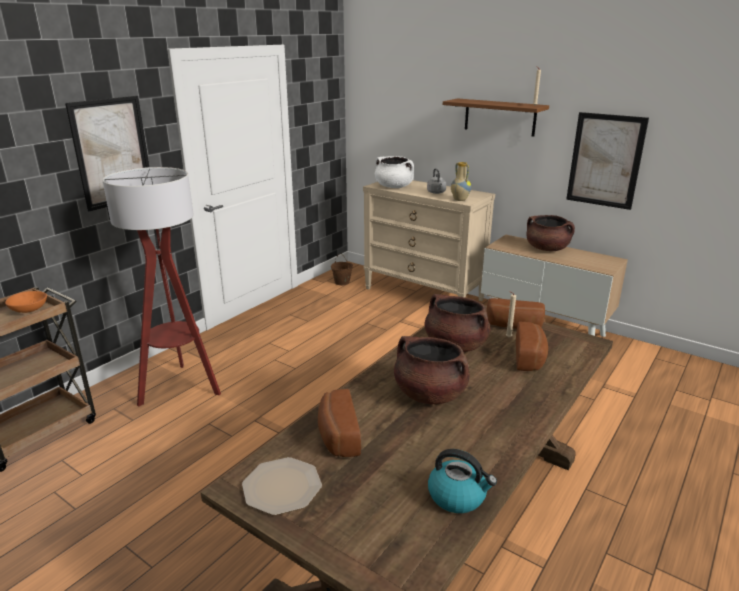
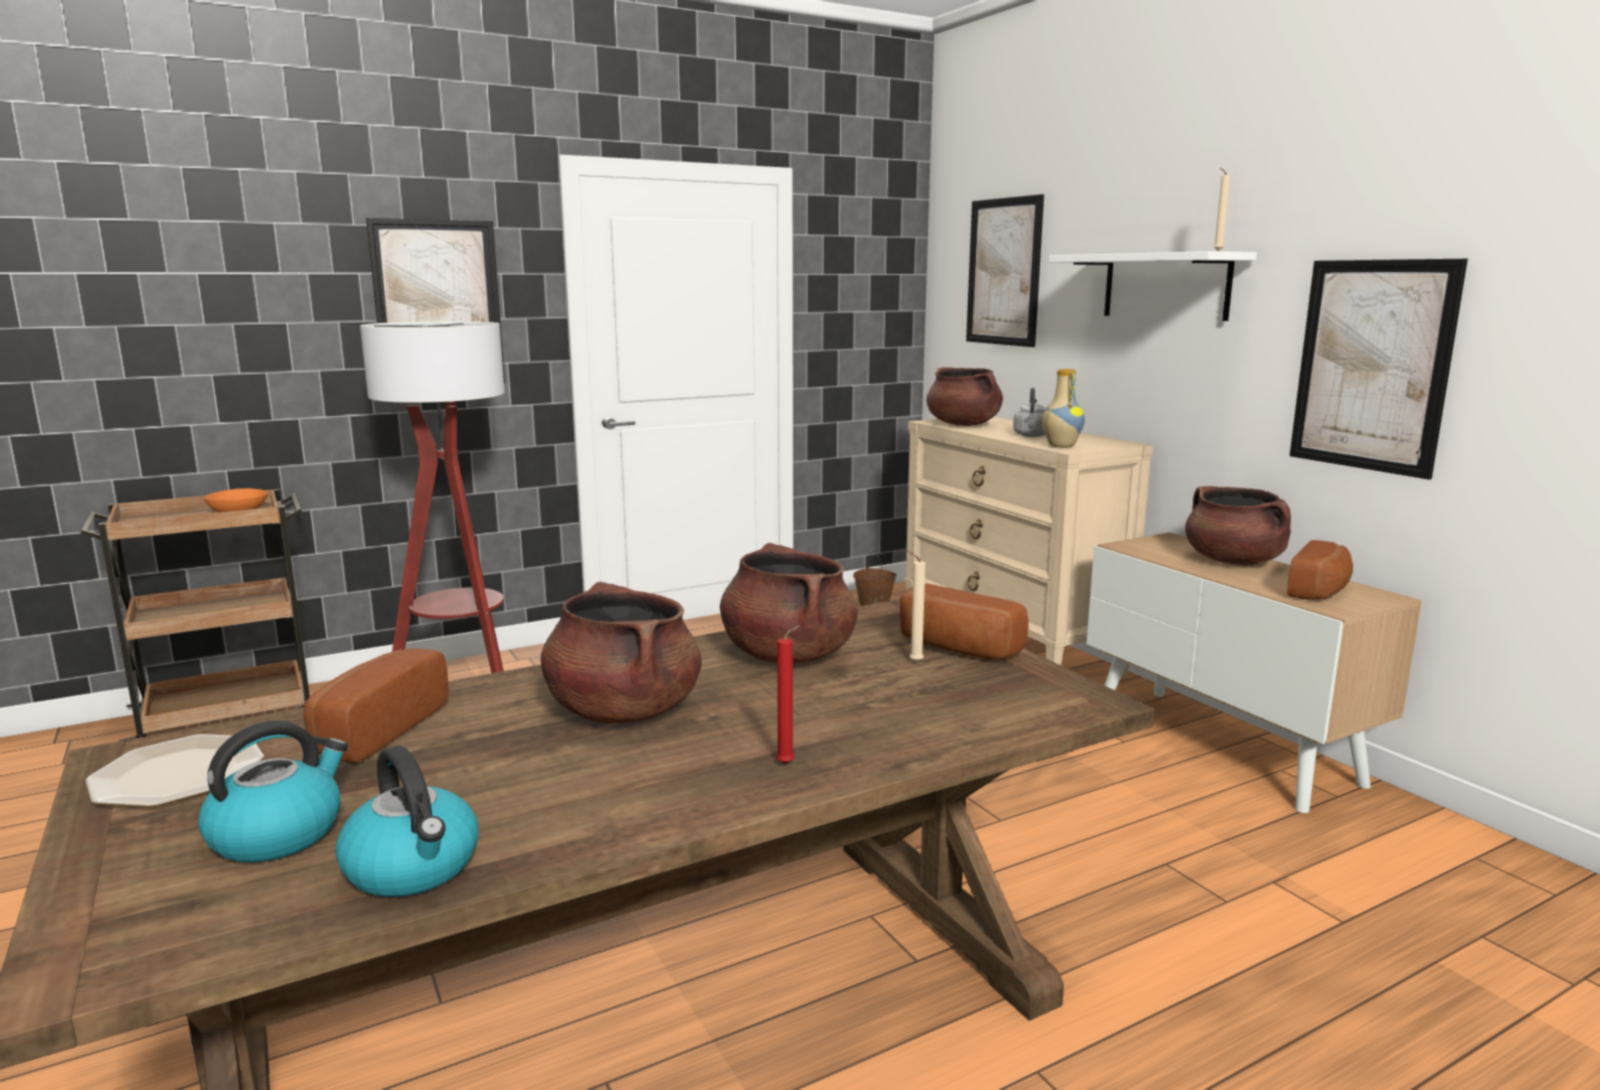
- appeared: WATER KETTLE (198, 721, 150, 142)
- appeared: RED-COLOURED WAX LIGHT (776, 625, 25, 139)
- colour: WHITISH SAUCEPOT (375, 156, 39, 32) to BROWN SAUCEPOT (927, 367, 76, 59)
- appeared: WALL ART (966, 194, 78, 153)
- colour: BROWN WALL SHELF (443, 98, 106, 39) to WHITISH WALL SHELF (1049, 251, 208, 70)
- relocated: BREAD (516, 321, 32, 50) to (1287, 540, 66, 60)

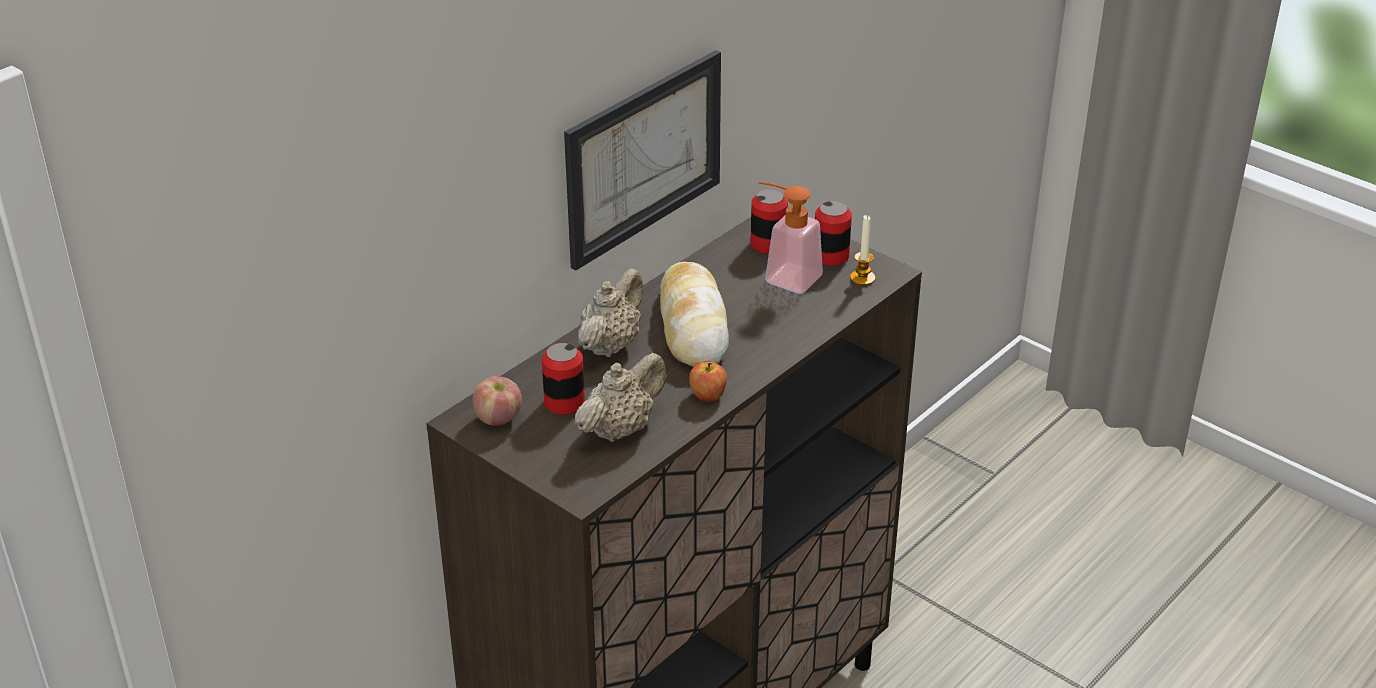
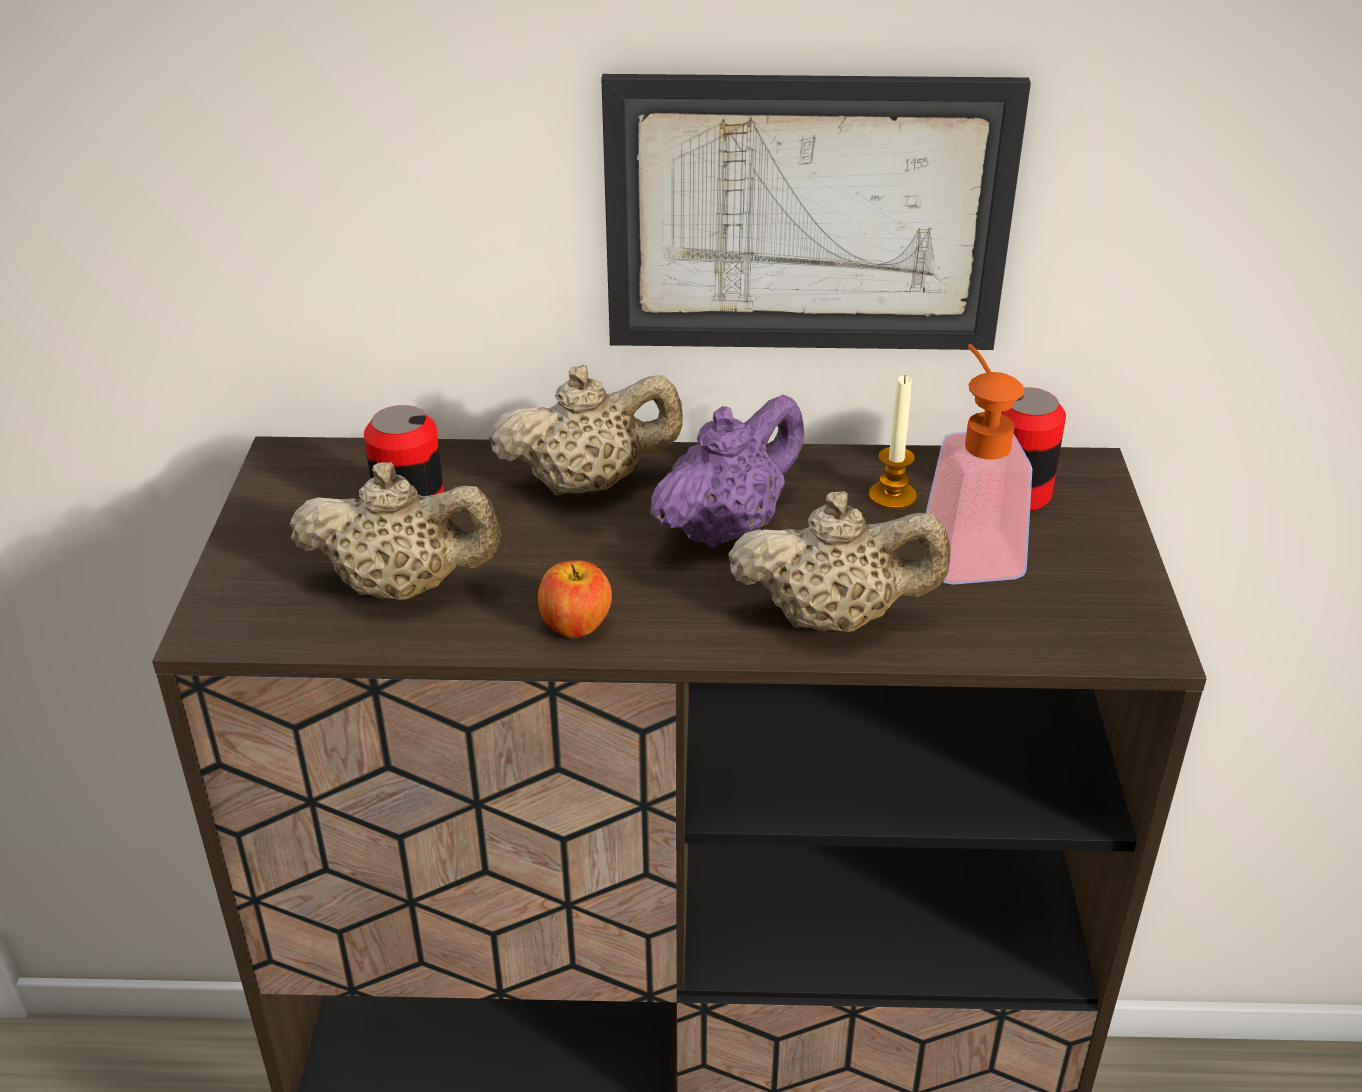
- exchanged: BREAD (660, 262, 69, 105) to PURPLE-COLOURED TEA POT (650, 394, 154, 154)
- appeared: BEIGE-COLOURED TEA POT (728, 491, 223, 141)
- relocated: WAX LIGHT (850, 215, 25, 71) to (869, 375, 48, 135)
- missing: WHOLE APPLE (473, 376, 49, 50)
- missing: METAL CAN (815, 201, 37, 65)

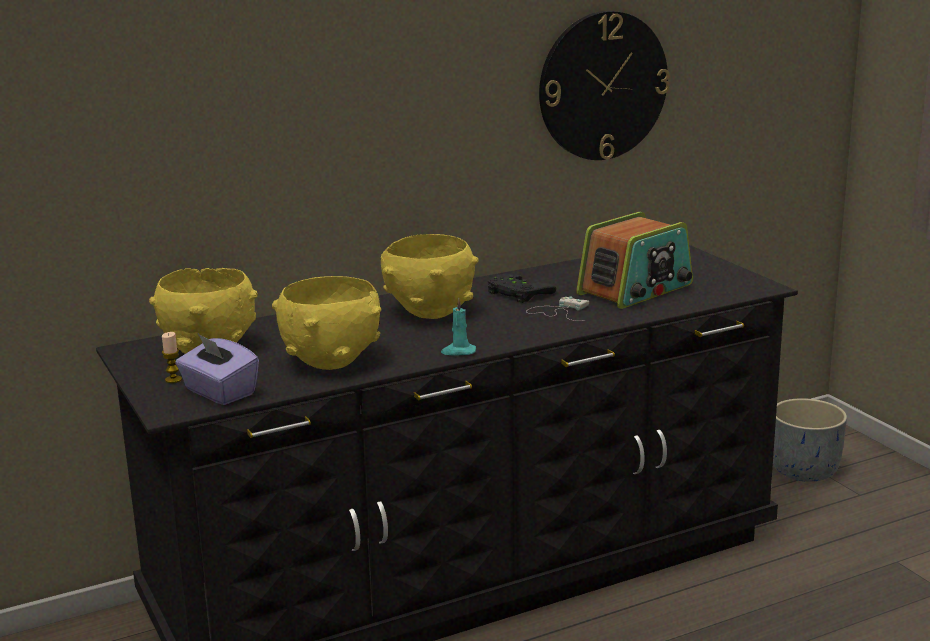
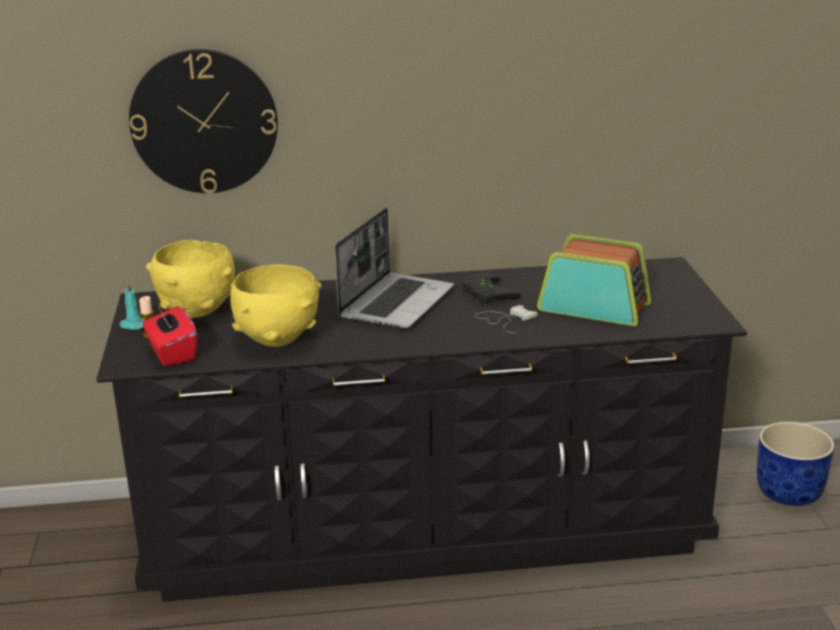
- relocated: TURQUOISE WAX LIGHT (441, 298, 35, 58) to (120, 282, 24, 48)
- relocated: CLOCK ON THE WALL (539, 11, 131, 149) to (129, 49, 149, 145)
- colour: PURPLE-COLOURED TISSUE BOX (175, 334, 84, 71) to RED-COLOURED TISSUE BOX (142, 305, 55, 61)
- exchanged: YELLOWISH DEEP DISH (381, 234, 97, 85) to LAPTOP (335, 208, 119, 121)
- spun: RADIO SET (576, 212, 117, 97) = (537, 234, 115, 92) 135 degrees counterclockwise
- colour: GREYISH PLANTER (773, 398, 74, 84) to BLUISH PLANTER (757, 422, 77, 84)

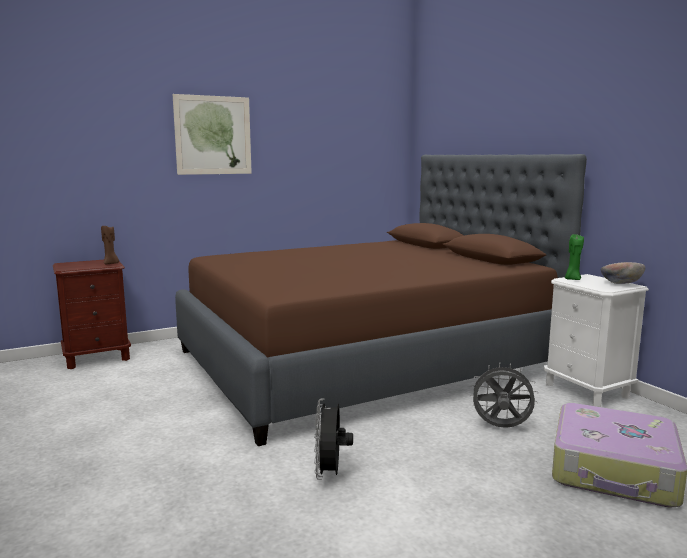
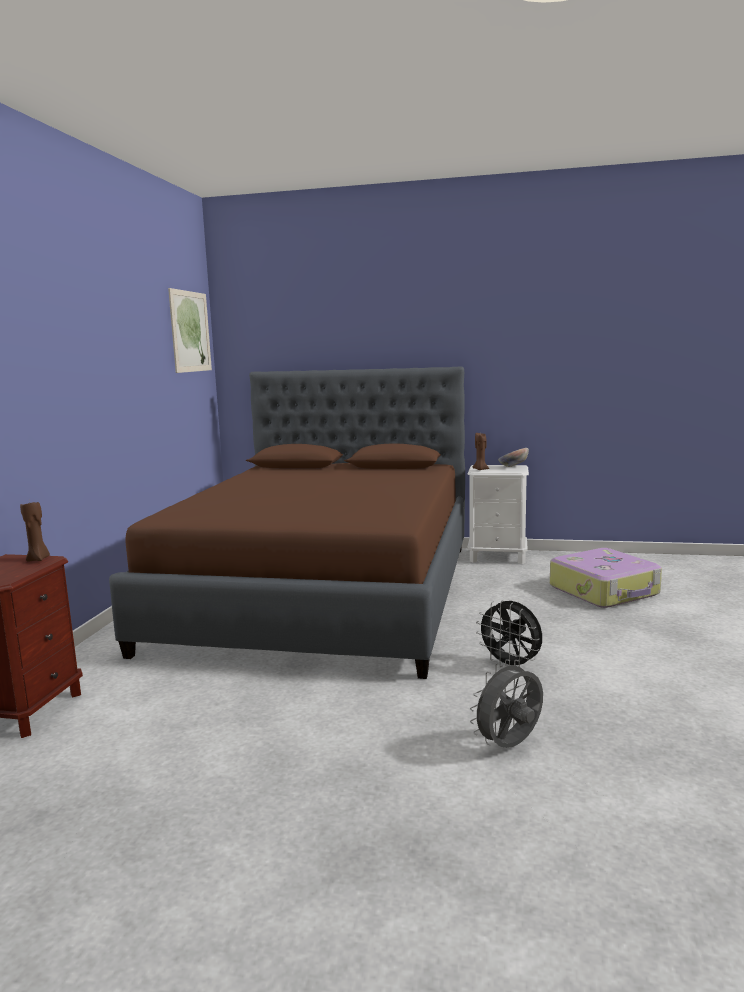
- relocated: WALL ART (173, 94, 79, 81) to (168, 288, 44, 85)
- relocated: GREYISH COOLING FAN (469, 363, 69, 65) to (470, 659, 73, 89)
- colour: GREEN WAX LIGHT (565, 234, 19, 46) to BROWN WAX LIGHT (472, 433, 17, 37)

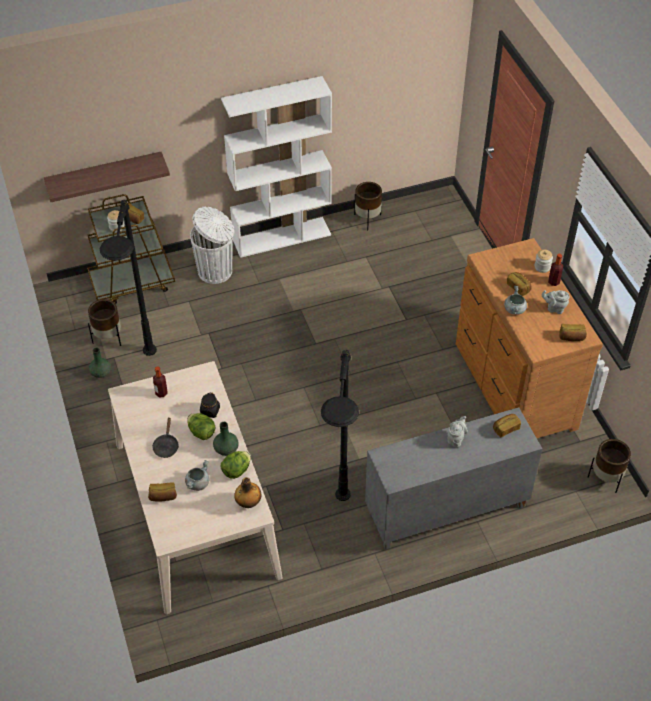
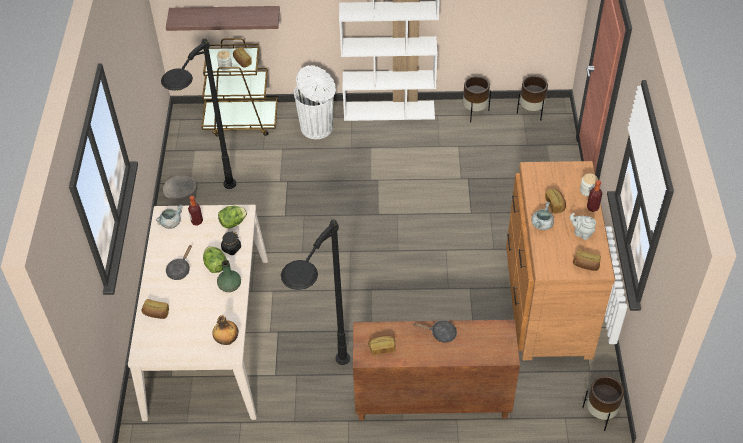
- relocated: GREYISH SAUCEPOT (185, 460, 24, 31) to (156, 204, 27, 25)
- exchanged: GREEN FLOWER VASE (89, 348, 22, 30) to BEIGE-COLOURED DEEP DISH (163, 175, 33, 26)
- relocated: HEAD OF LETTUCE (221, 451, 30, 28) to (218, 206, 29, 22)
- colour: GREYISH CABINET (365, 407, 177, 143) to BROWN CABINET (353, 320, 167, 101)
- relocated: BREAD (493, 414, 28, 23) to (368, 335, 27, 21)
- exchanged: GREYISH TEA POT (448, 416, 20, 32) to BLACK-COLOURED FRYING PAN (413, 320, 44, 23)
- relocated: BROWN PLANTER (88, 299, 33, 47) to (517, 76, 31, 45)

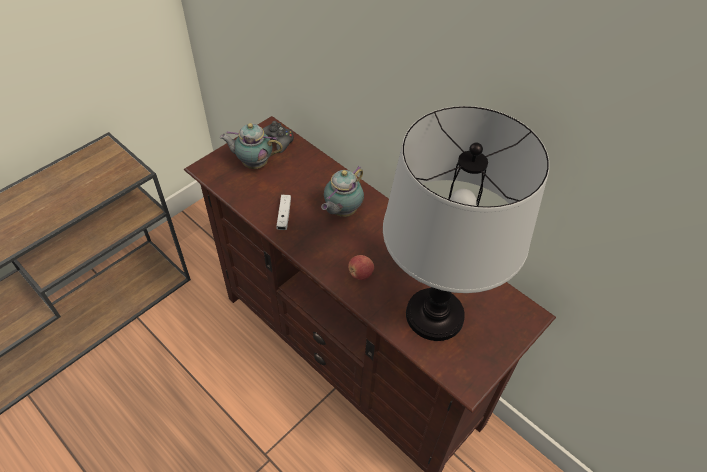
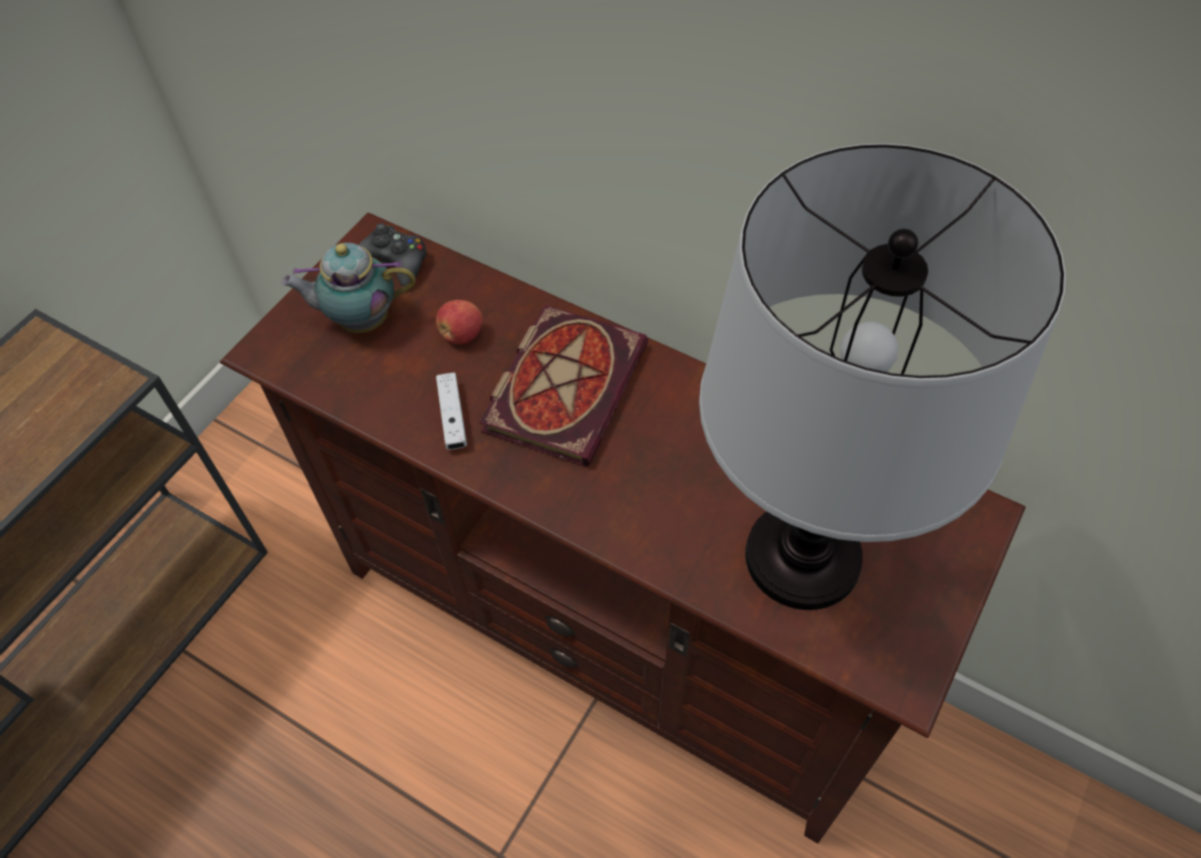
- relocated: WHOLE APPLE (348, 255, 26, 25) to (436, 300, 47, 44)
- exchanged: TEA POT (321, 166, 43, 51) to BOUND BOOK (479, 305, 169, 162)

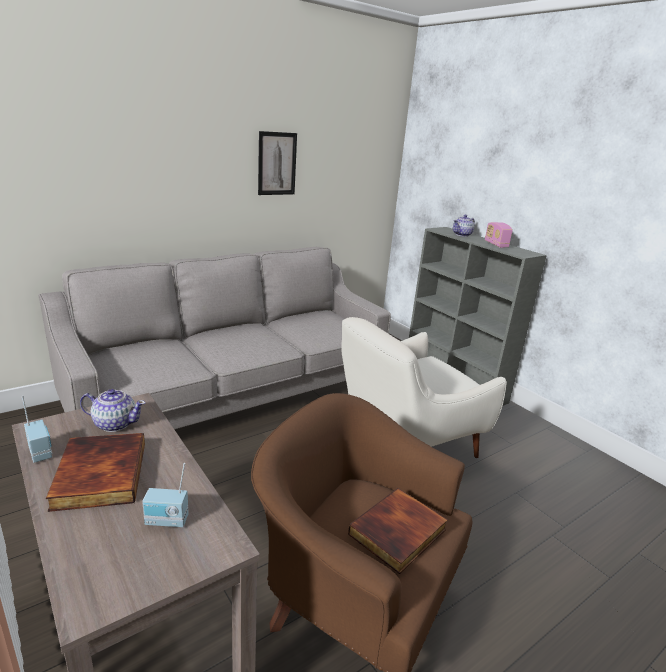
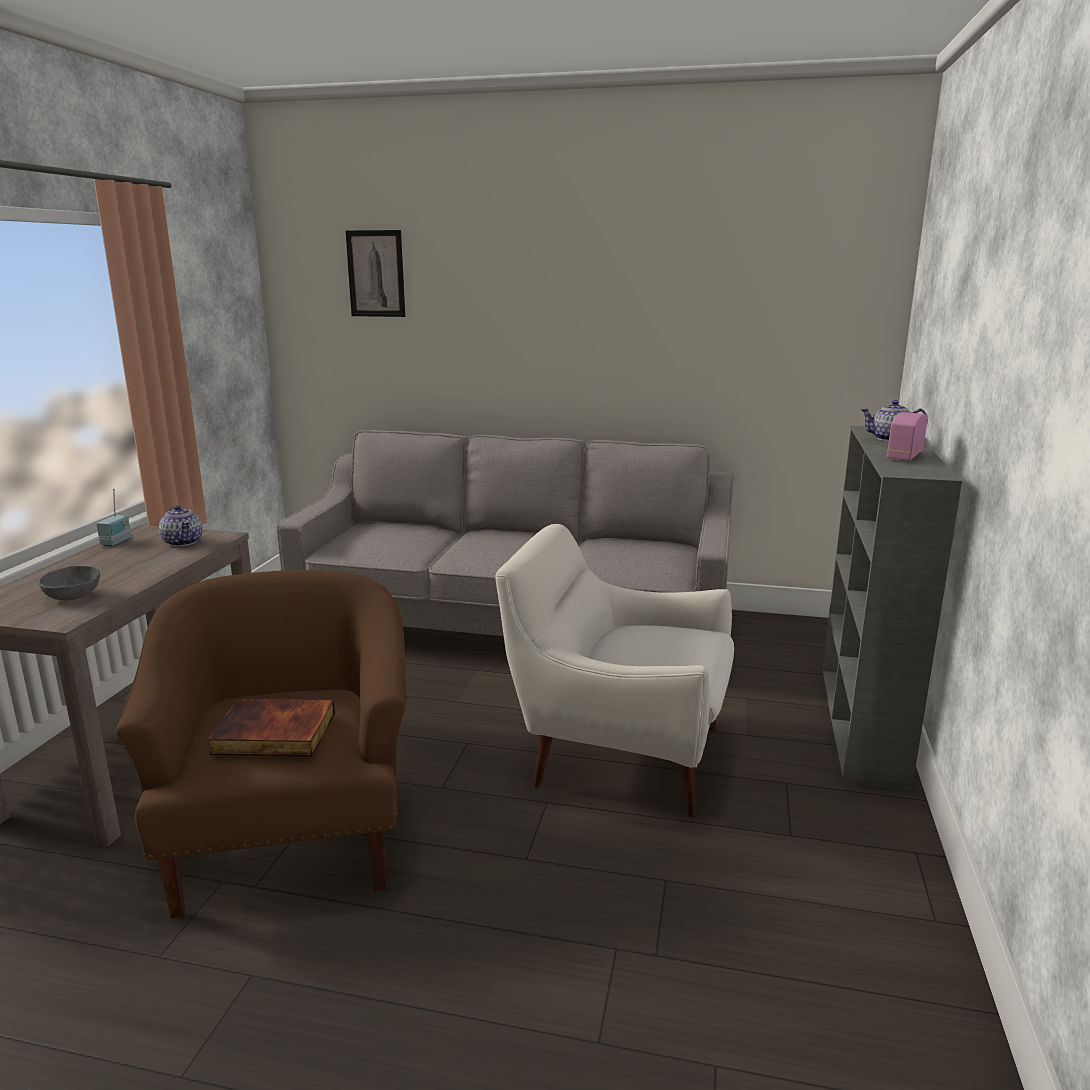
- exchanged: RADIO SET (142, 463, 47, 64) to GREYISH DEEP DISH (39, 566, 61, 34)
- relocated: WALL ART (258, 131, 39, 64) to (345, 230, 60, 87)
- missing: BOUND BOOK (46, 433, 99, 79)

